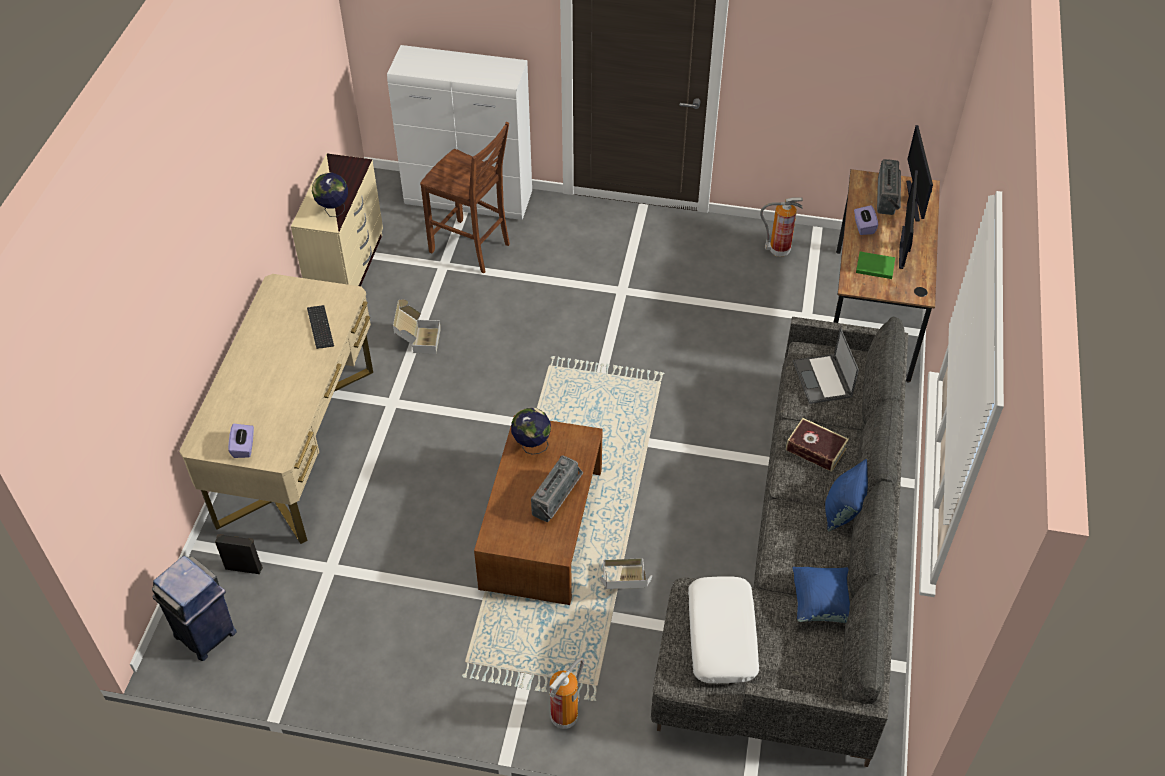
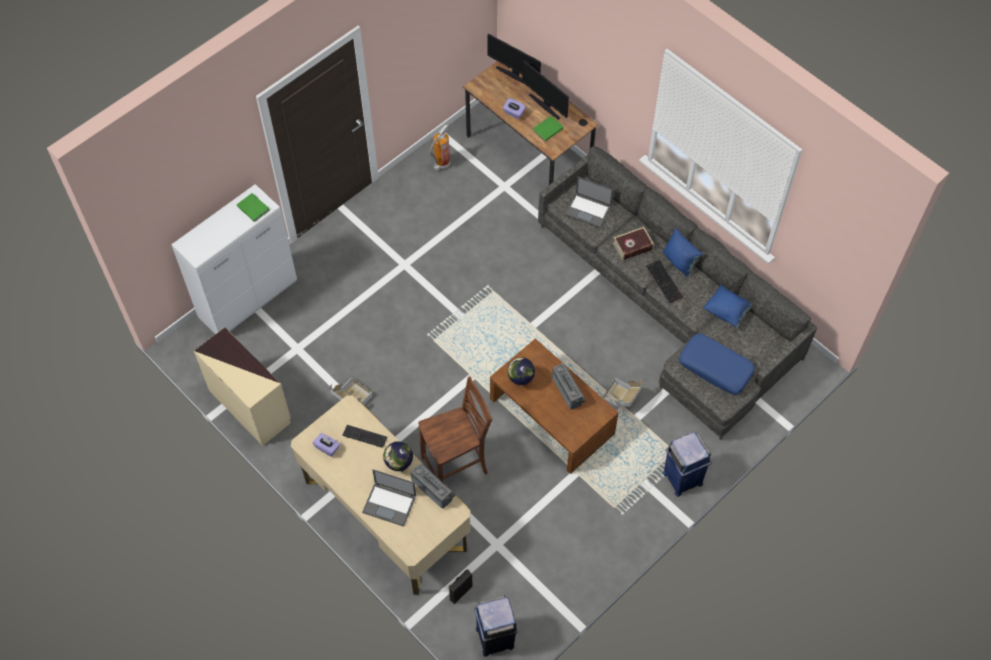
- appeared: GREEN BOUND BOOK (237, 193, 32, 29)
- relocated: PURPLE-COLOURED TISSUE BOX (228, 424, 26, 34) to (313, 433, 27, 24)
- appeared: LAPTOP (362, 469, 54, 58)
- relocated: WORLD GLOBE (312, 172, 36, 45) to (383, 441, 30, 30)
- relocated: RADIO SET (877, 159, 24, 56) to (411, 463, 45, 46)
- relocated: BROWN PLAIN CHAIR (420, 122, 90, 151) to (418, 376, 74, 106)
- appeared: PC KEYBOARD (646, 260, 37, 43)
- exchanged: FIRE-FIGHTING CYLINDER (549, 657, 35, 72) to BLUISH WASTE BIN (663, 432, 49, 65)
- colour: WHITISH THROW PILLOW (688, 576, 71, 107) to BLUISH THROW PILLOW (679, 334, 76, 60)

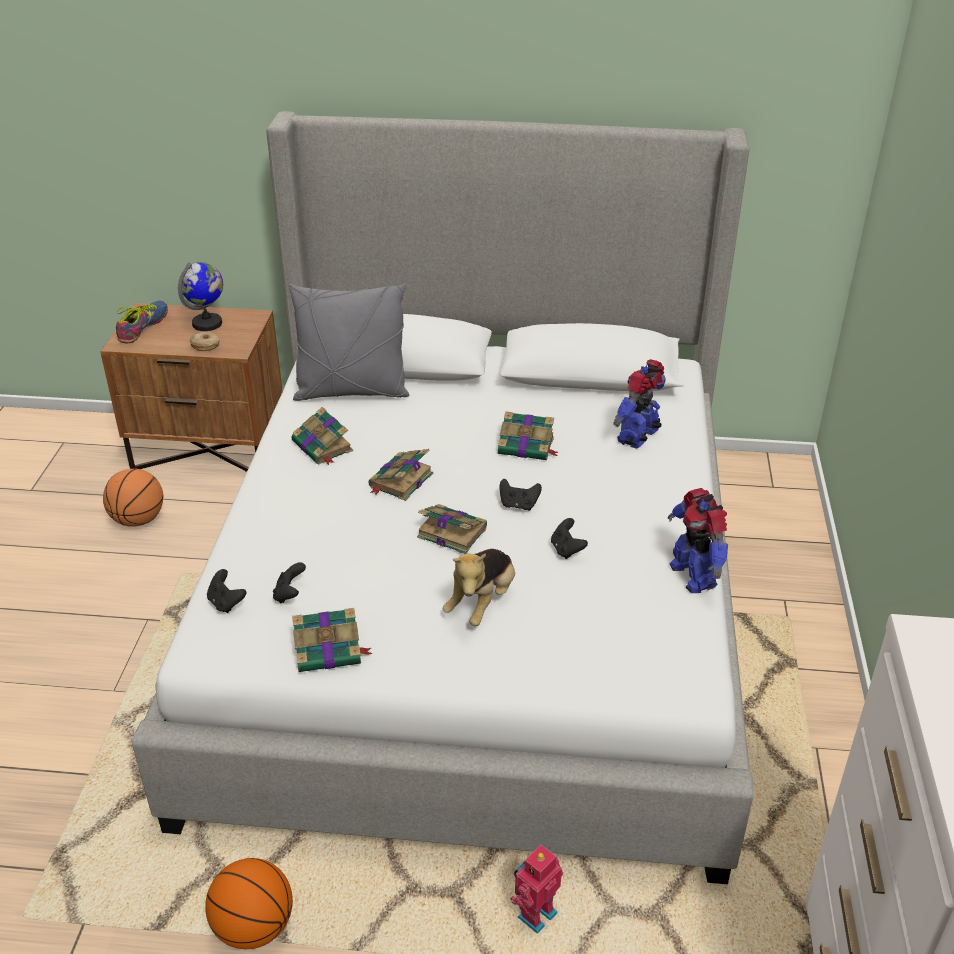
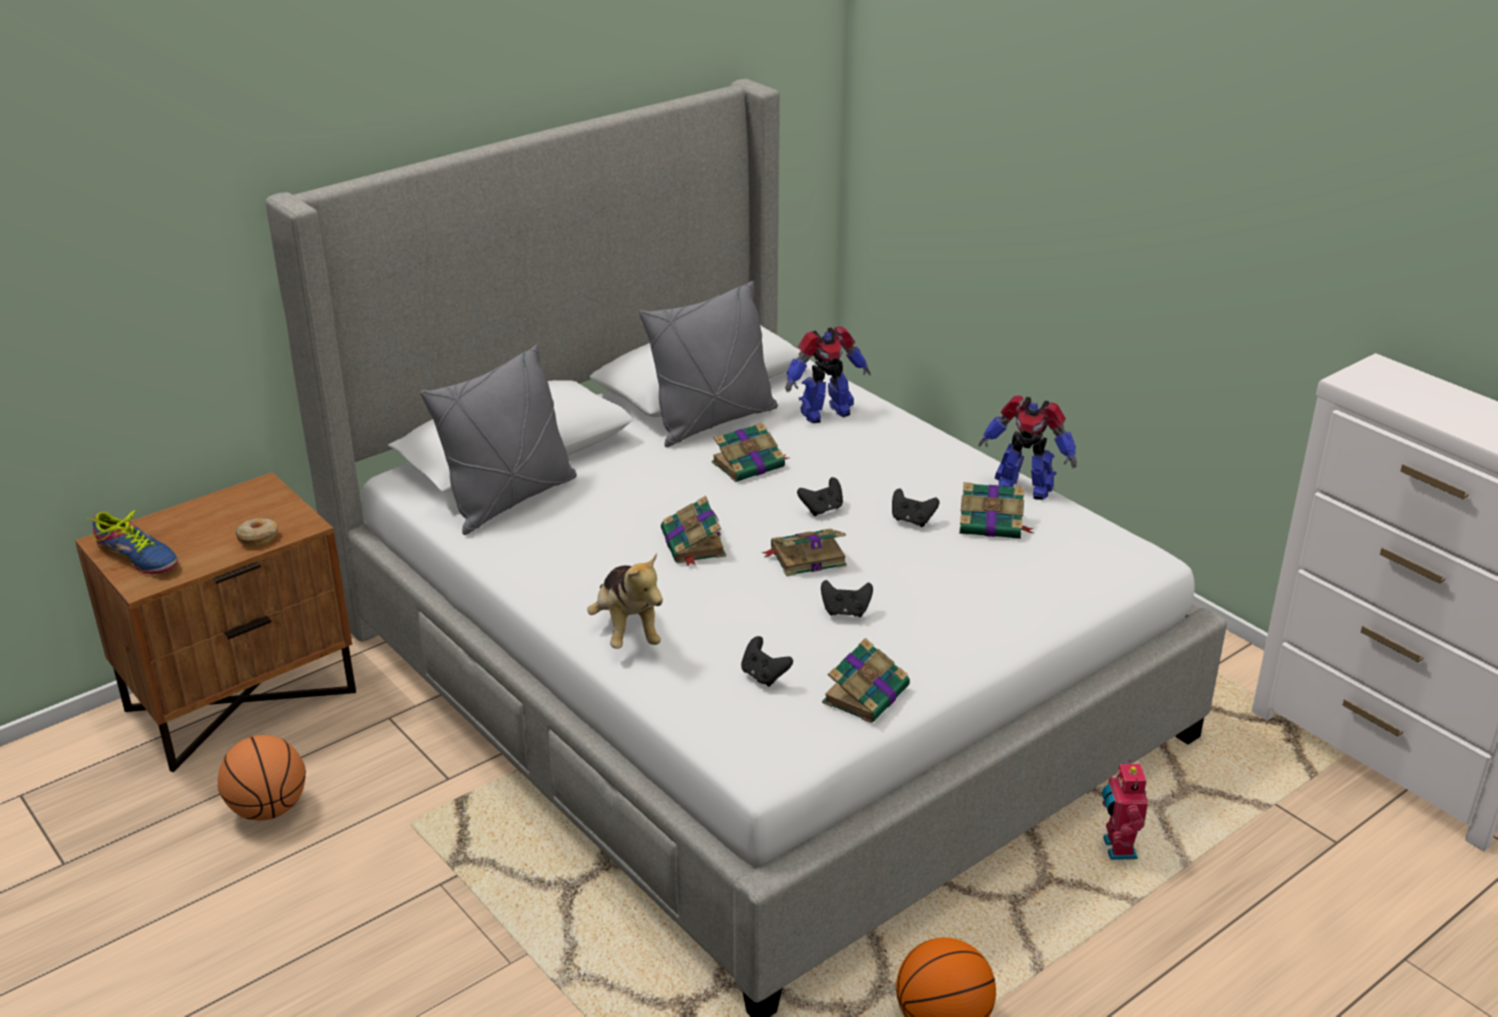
- spun: LOW SHOE (116, 301, 52, 42) = (87, 510, 91, 64) 150 degrees clockwise
- relocated: CUDDLY TOY (443, 549, 72, 77) to (587, 553, 76, 96)
- appeared: GREYISH THROW PILLOW (639, 281, 139, 166)
- spun: TOY ROBOT (613, 359, 53, 90) = (785, 327, 86, 96) 105 degrees counterclockwise
- relocated: BLACK-COLOURED JOYPAD (207, 569, 40, 44) to (821, 580, 52, 37)
- relocated: BOUND BOOK (291, 407, 62, 58) to (959, 482, 75, 57)
- missing: WORLD GLOBE (178, 262, 45, 69)

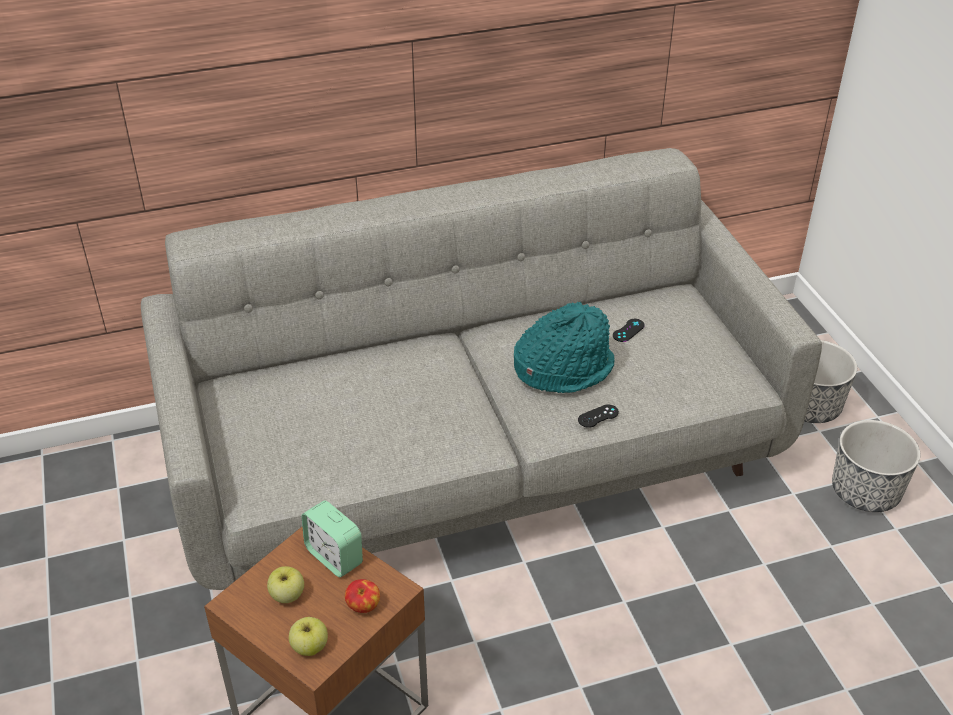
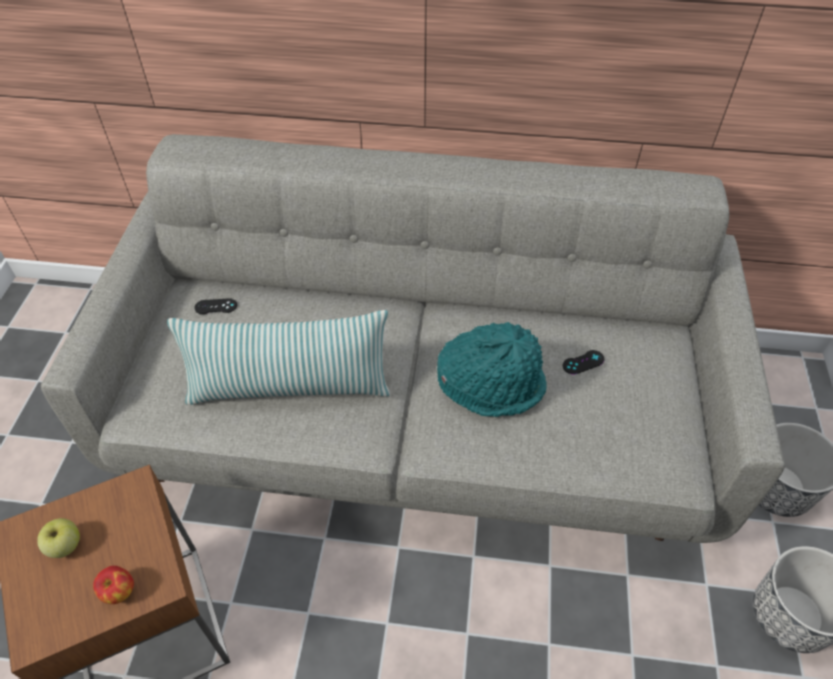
- appeared: THROW PILLOW (167, 310, 223, 95)
- relocated: BLACK-COLOURED JOYPAD (578, 404, 41, 24) to (195, 298, 42, 16)
- missing: WHOLE APPLE (289, 617, 39, 39)
- missing: TABLE CLOCK (301, 500, 62, 78)

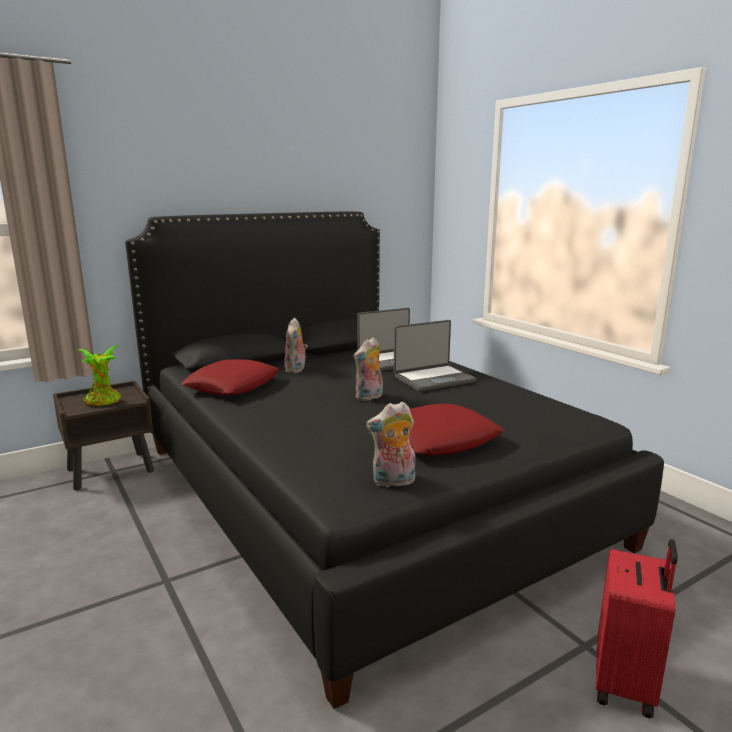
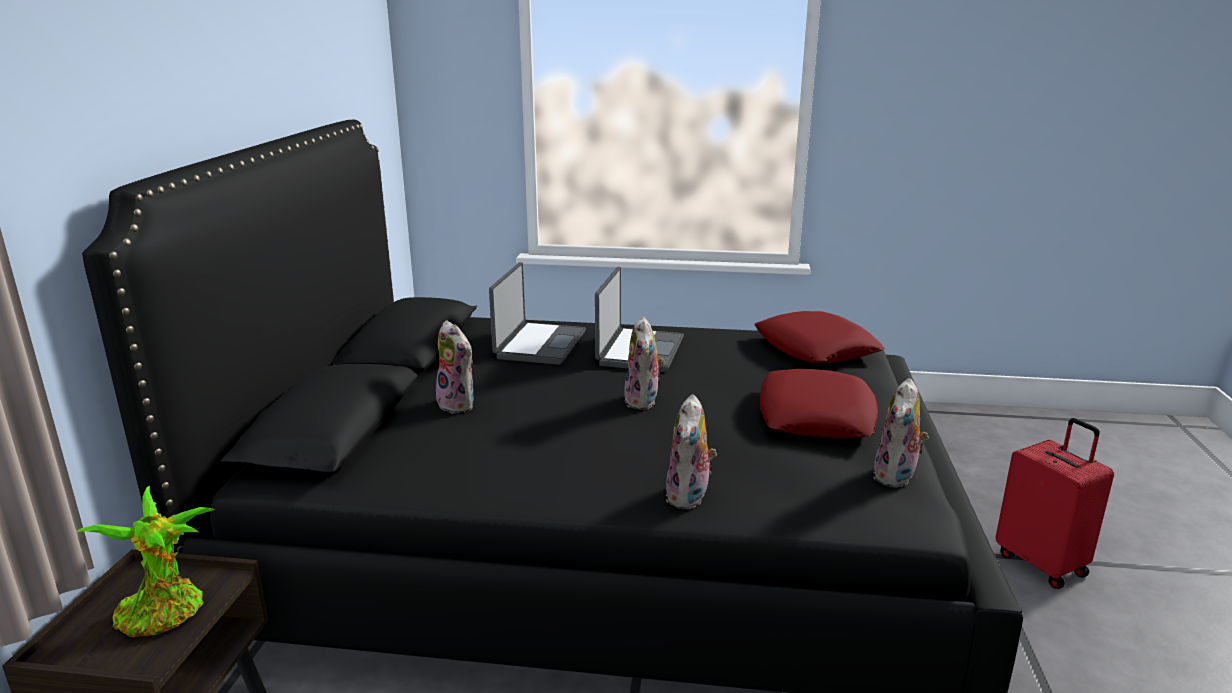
- appeared: CUDDLY TOY (666, 394, 51, 115)
- relocated: RED-COLOURED THROW PILLOW (181, 359, 98, 36) to (755, 311, 130, 52)

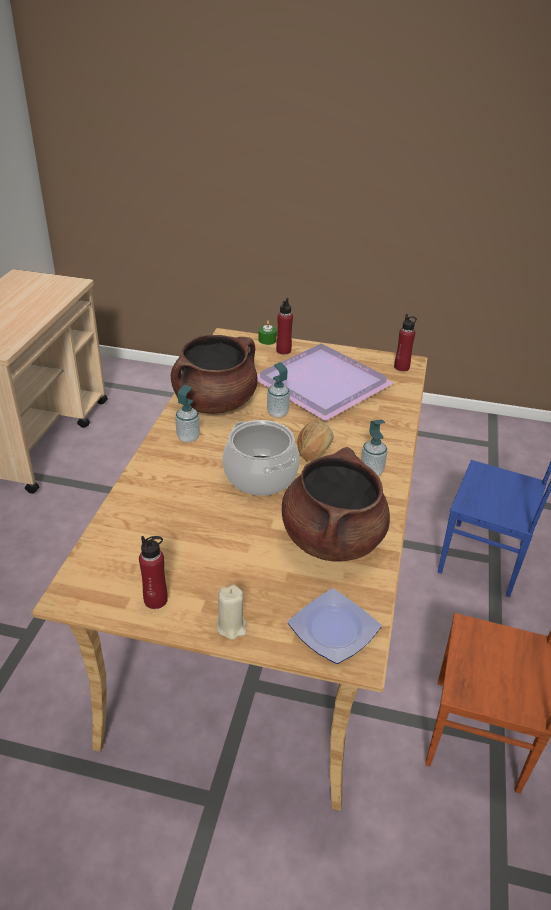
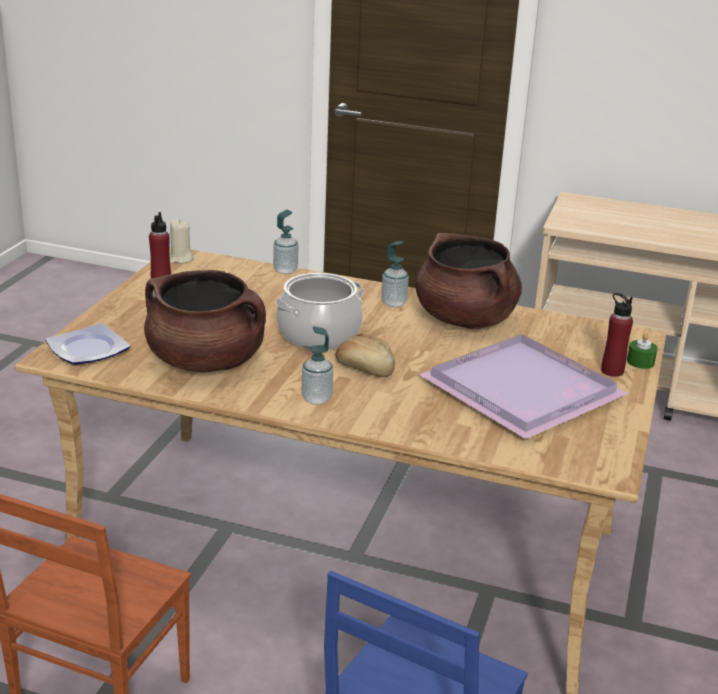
- relocated: BEIGE-COLOURED WAX LIGHT (216, 585, 31, 55) to (169, 219, 25, 44)
- relocated: SOAP DISPENSER (267, 362, 23, 56) to (273, 210, 25, 64)
- missing: RED-COLOURED BEVERAGE BOTTLE (394, 314, 23, 57)

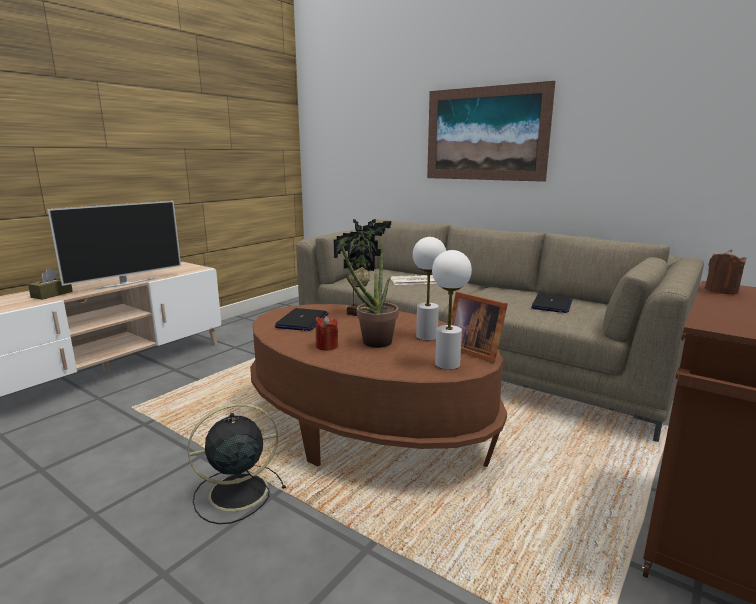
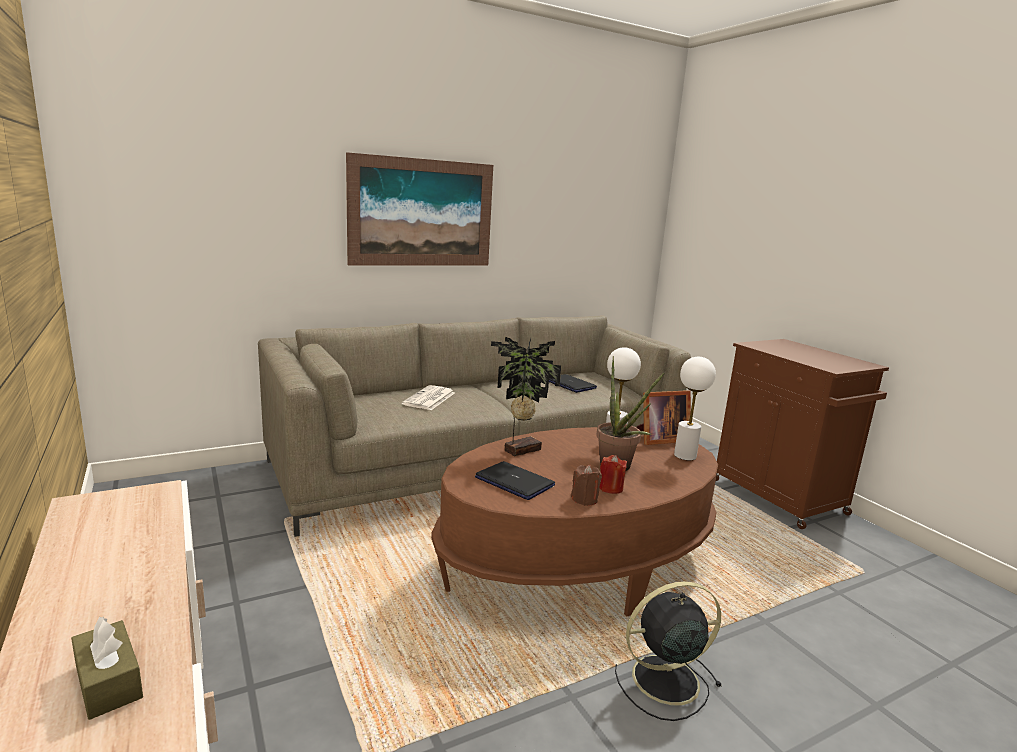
- relocated: BROWN WAX LIGHT (705, 249, 42, 45) to (571, 465, 31, 41)
- spun: BLACK-COLOURED COOLING FAN (188, 403, 98, 121) = (615, 581, 107, 140) 75 degrees clockwise
- missing: TELEVISION (47, 201, 134, 89)

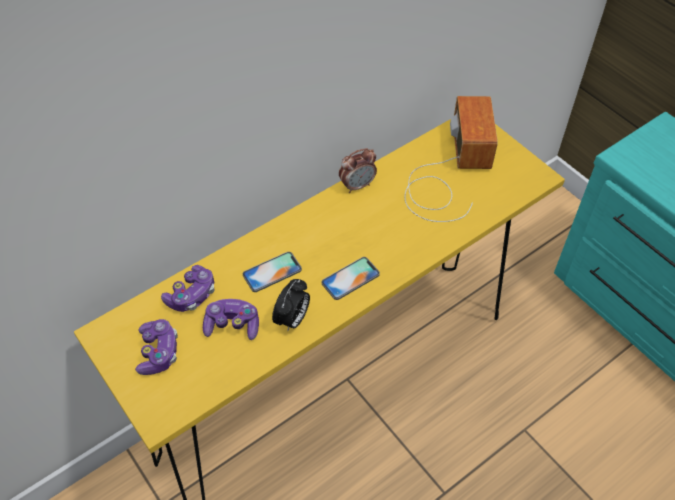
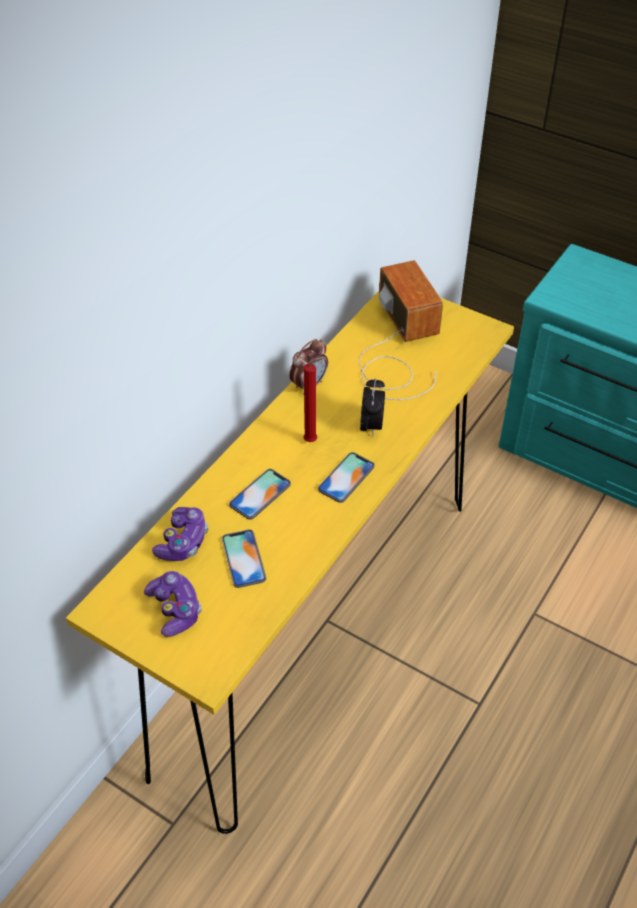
- exchanged: JOYPAD (203, 299, 56, 41) to HANDSET (222, 530, 44, 58)
- appeared: RED-COLOURED WAX LIGHT (303, 359, 19, 83)
- relocated: TABLE CLOCK (272, 279, 38, 53) to (360, 378, 25, 59)

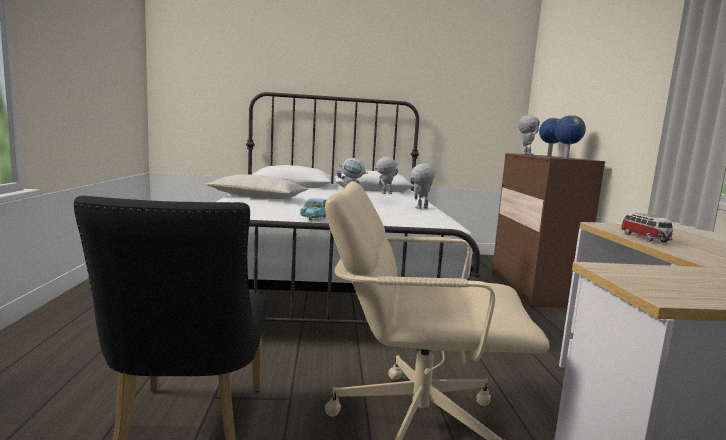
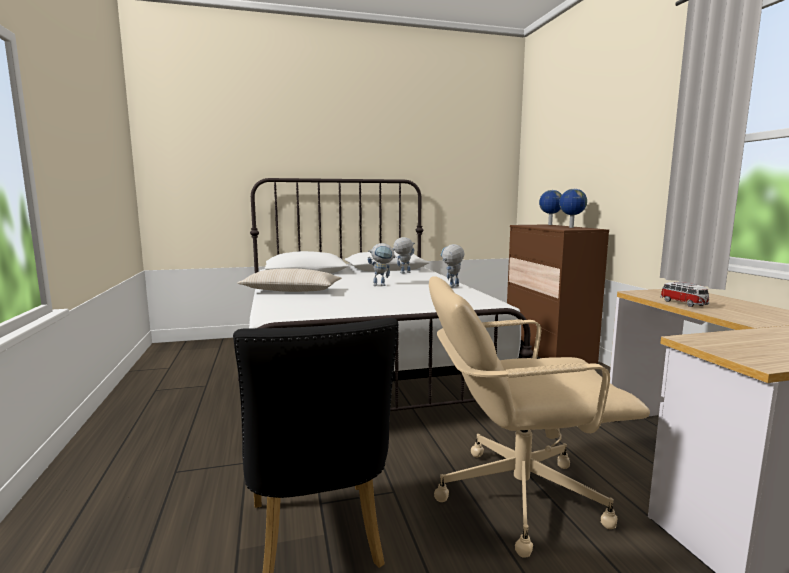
- missing: TURQUOISE MODEL CAR (300, 198, 26, 22)
- missing: TOY ROBOT (518, 115, 22, 40)

